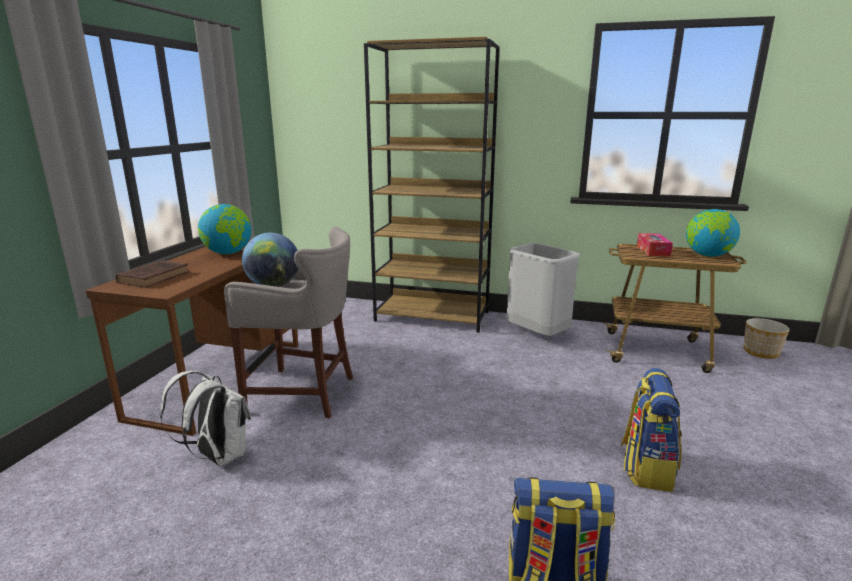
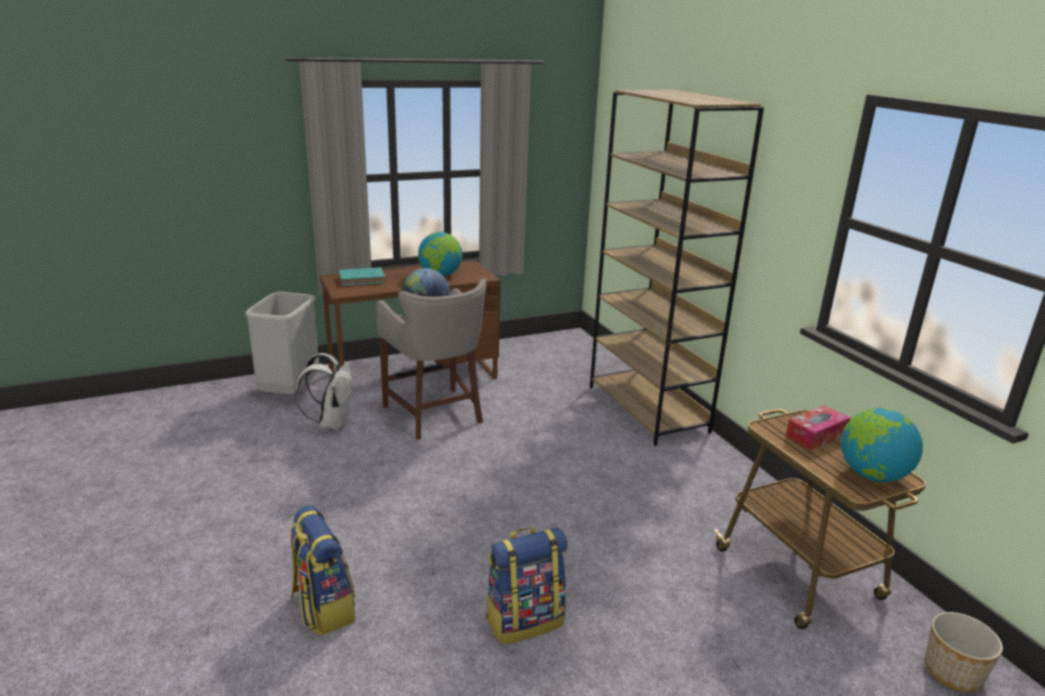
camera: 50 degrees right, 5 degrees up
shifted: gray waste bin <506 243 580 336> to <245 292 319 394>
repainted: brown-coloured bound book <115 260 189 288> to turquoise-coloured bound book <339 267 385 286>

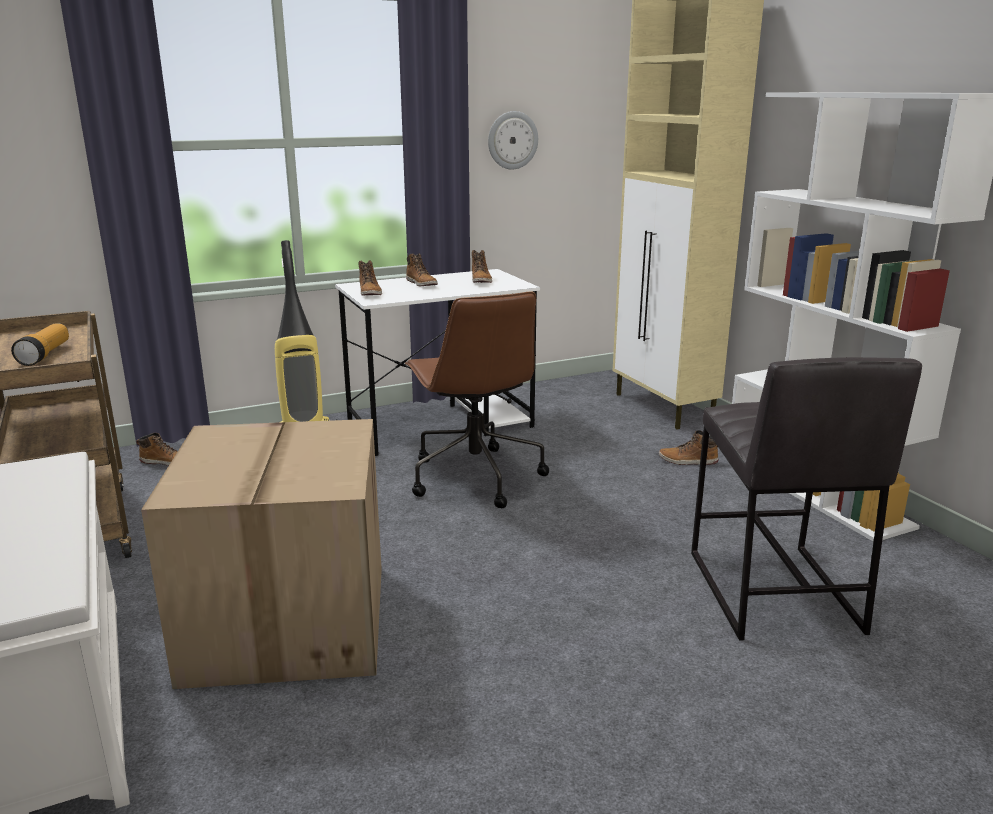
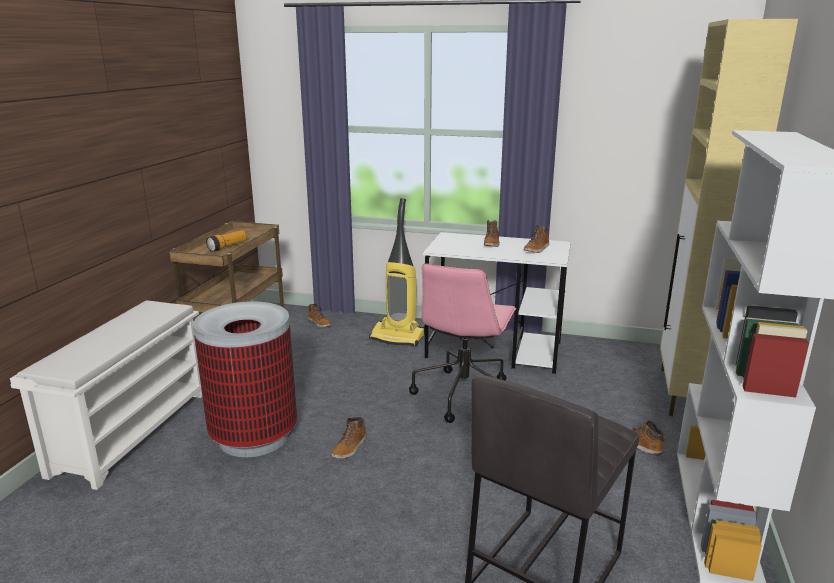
camera: 40 degrees right, 0 degrees up
gone: hanging clock <488 111 538 169>
shifted: tall boot <358 261 382 296> to <331 417 367 459>
swapped: cardboard box <141 419 382 689> to waste bin <193 301 297 457>
repainted: brown-coloured computer chair <405 291 549 508> to pink computer chair <409 263 517 423>

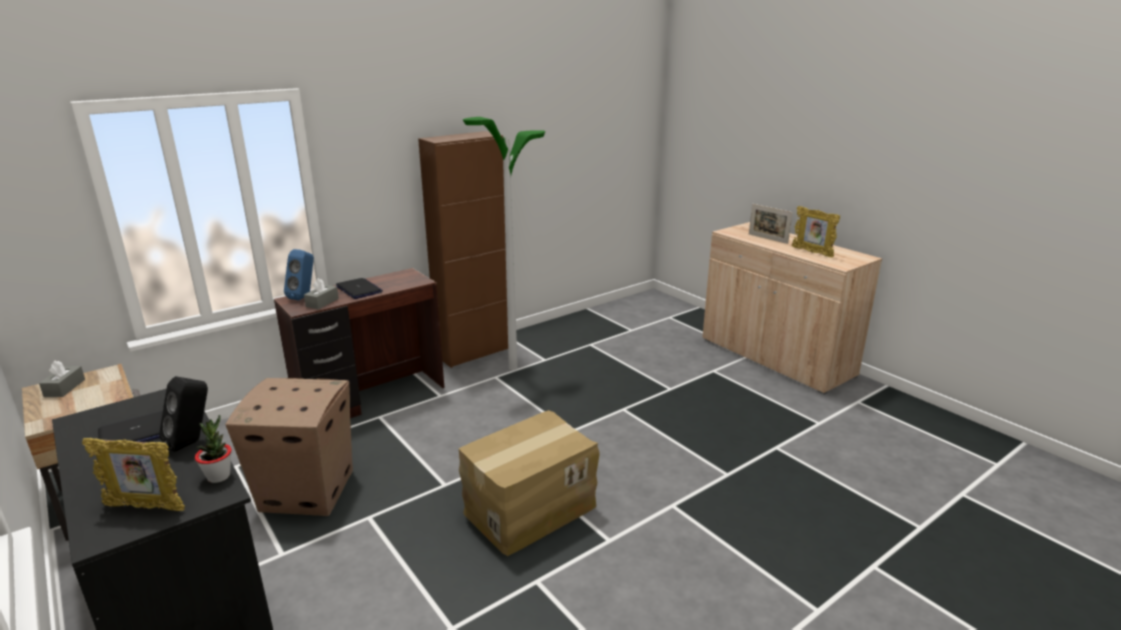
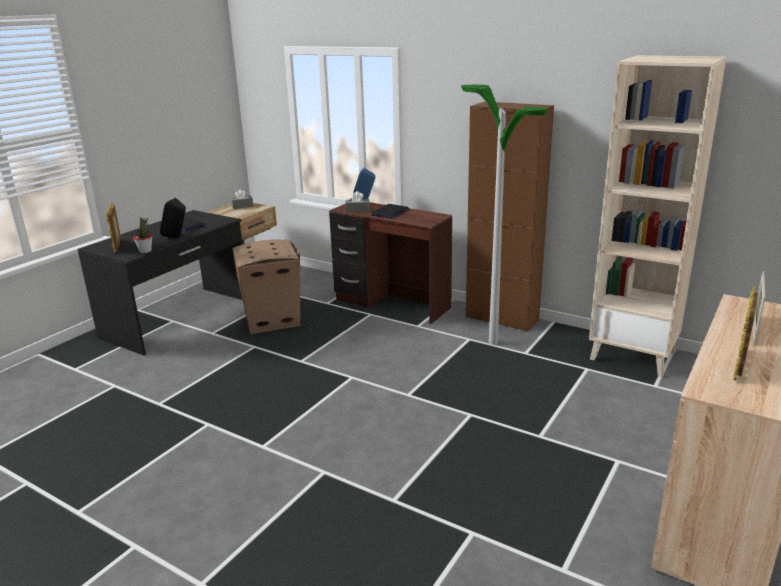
camera: 70 degrees right, 0 degrees up
gone: cardboard box <459 410 600 556>
new: beige-coloured shelving unit <589 55 727 377>

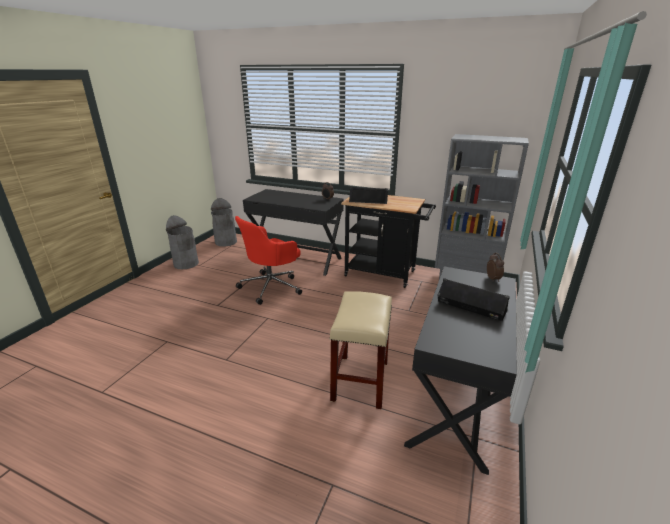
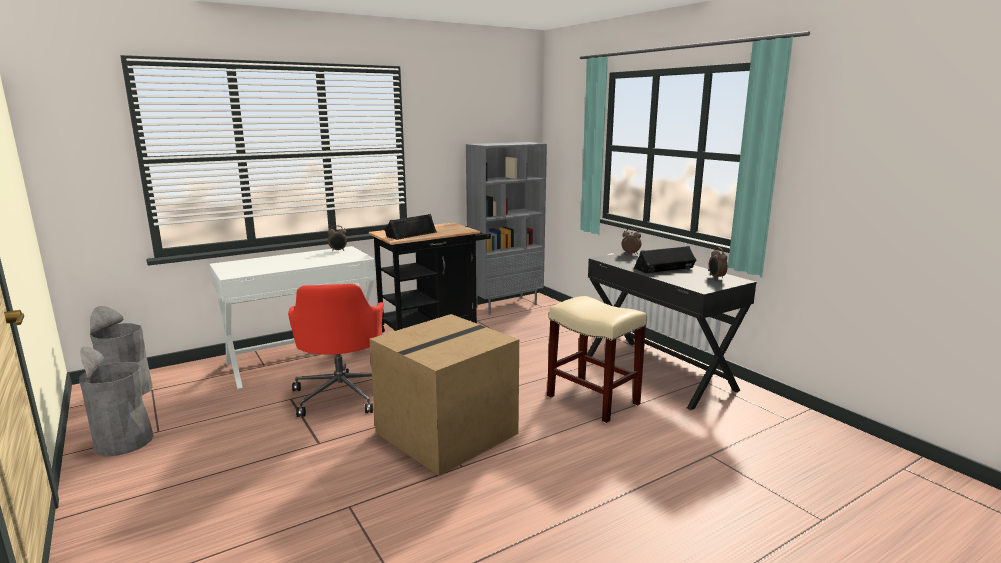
camera: 55 degrees left, 10 degrees down
new: cardboard box <369 314 519 476>; alarm clock <709 248 728 280>
repainted: black desk unit <243 189 344 276> to white desk unit <209 246 376 389>

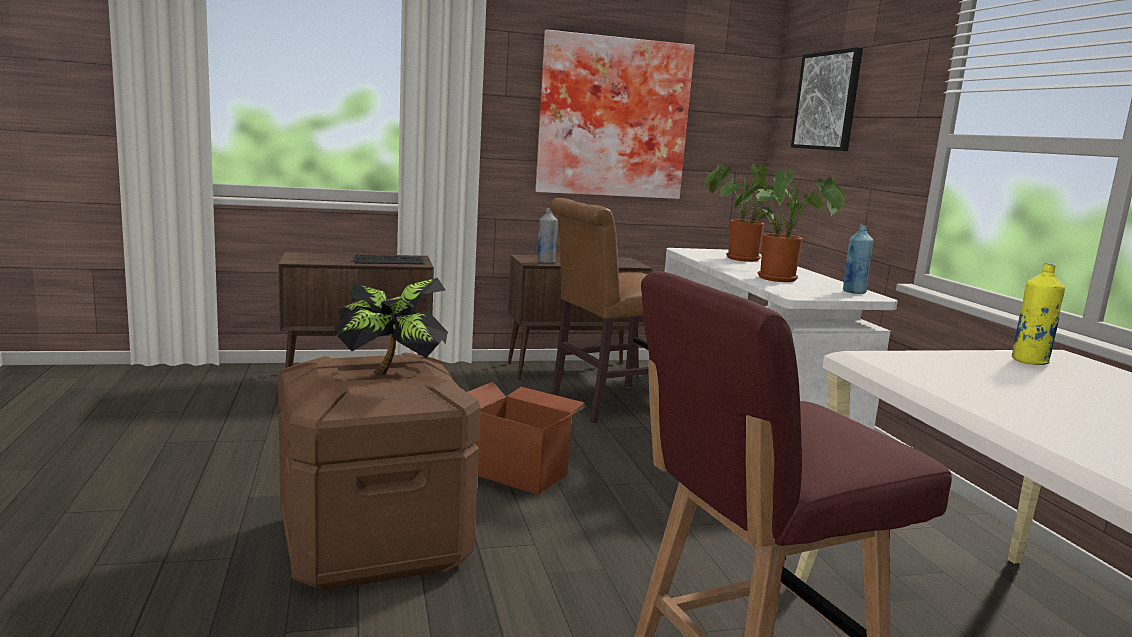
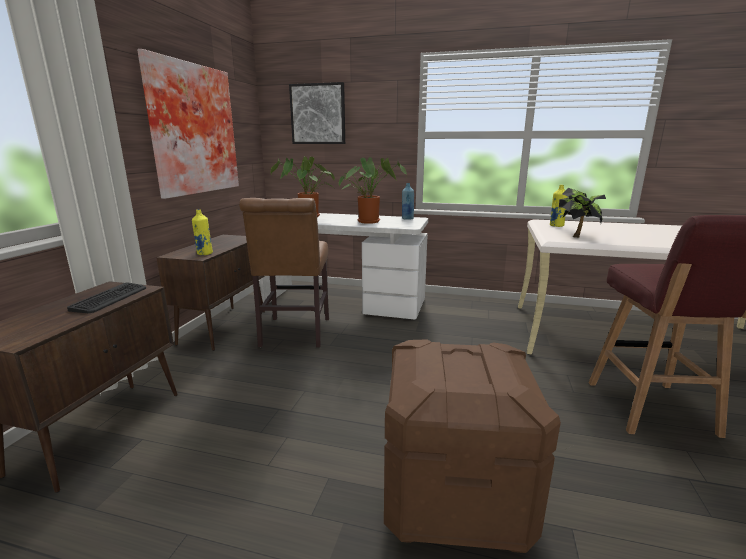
camera: 60 degrees left, 5 degrees up
gone: cardboard box <466 382 588 495>
shifted: houseplant <335 278 448 375> to <559 188 606 238>
repainted: gray bottle <537 208 558 264> to yellow-coloured bottle <192 209 213 255>

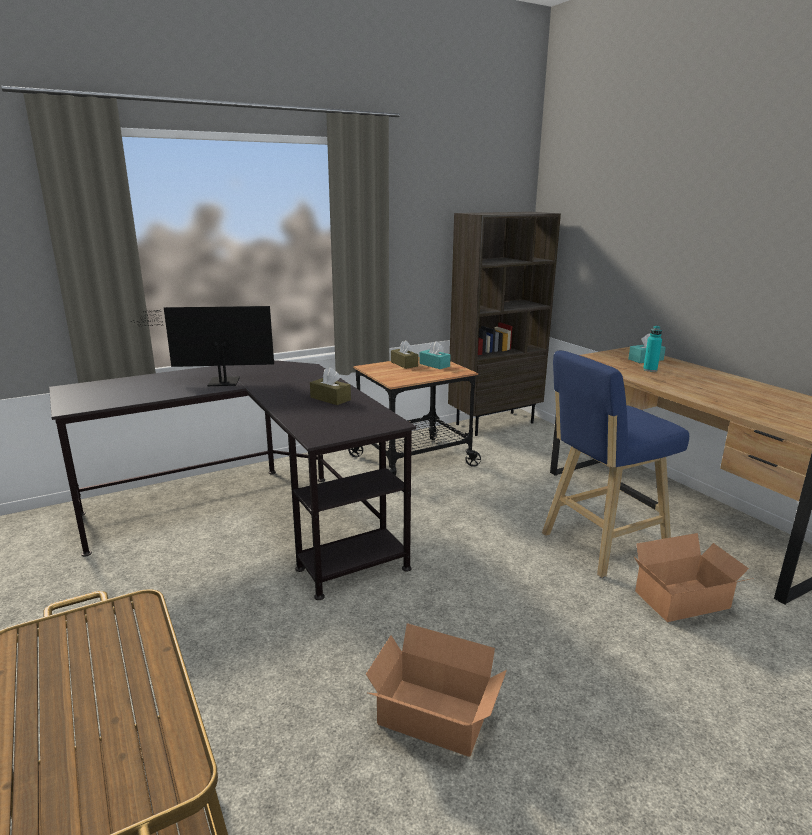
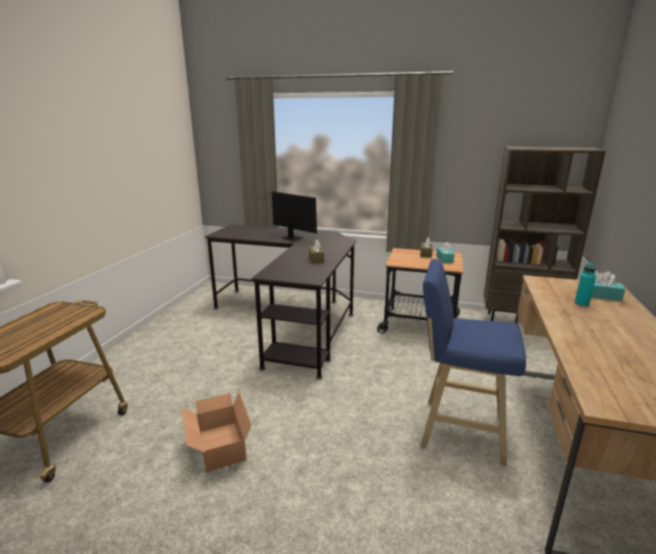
camera: 45 degrees right, 0 degrees up
gone: cardboard box <634 533 754 622>

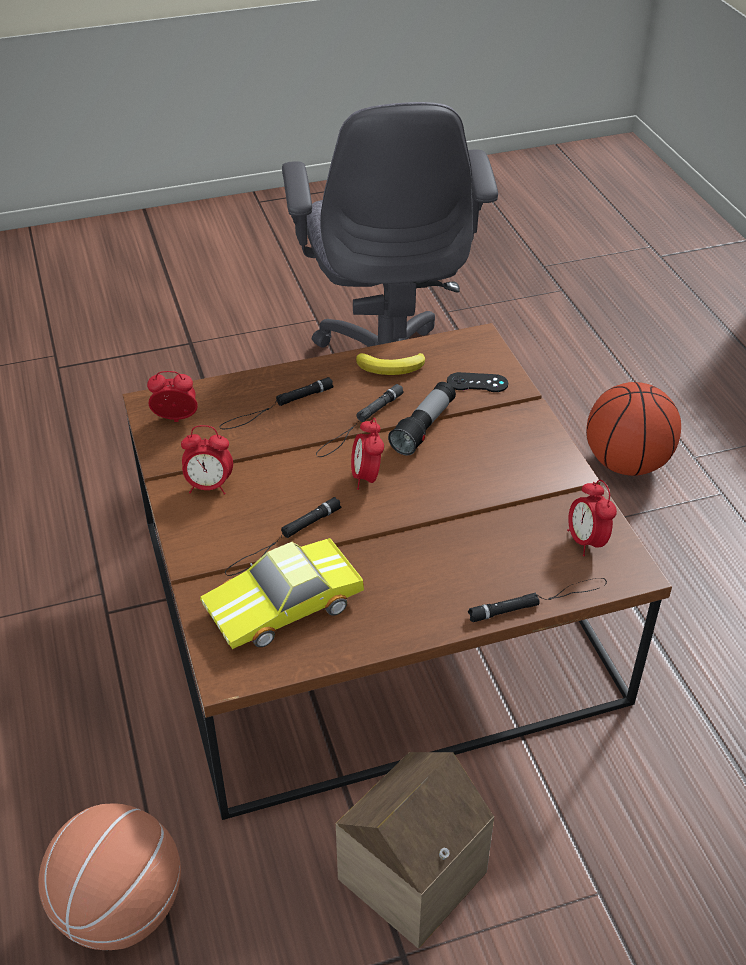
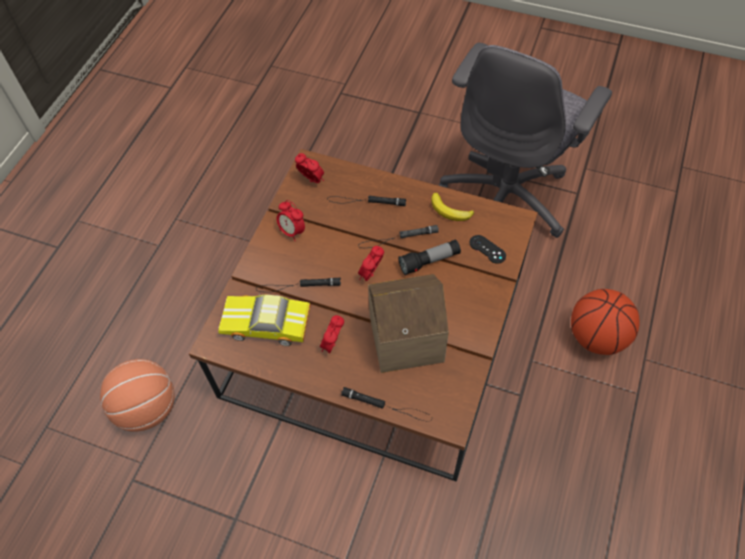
camera: 40 degrees right, 15 degrees up
shifted: miniature house <336 752 494 949> to <368 274 449 373>; alarm clock <567 480 617 556> to <320 315 344 354>

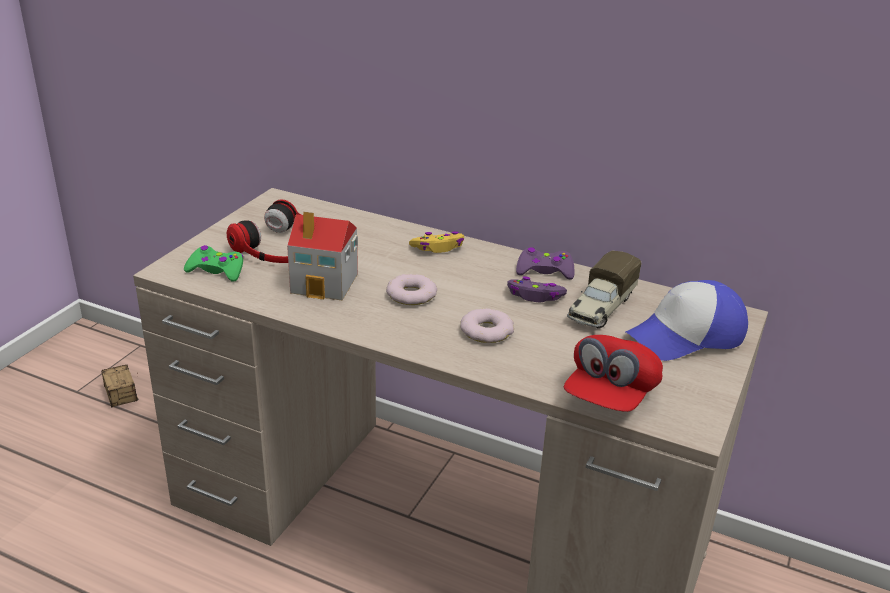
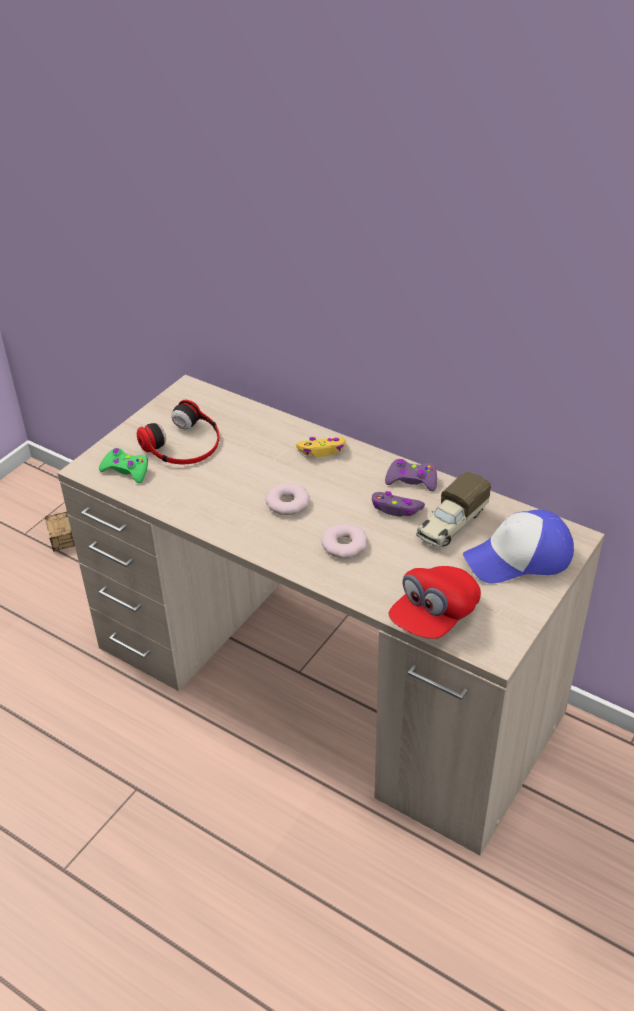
camera: 10 degrees right, 10 degrees up
gone: miniature house <287 212 358 300>

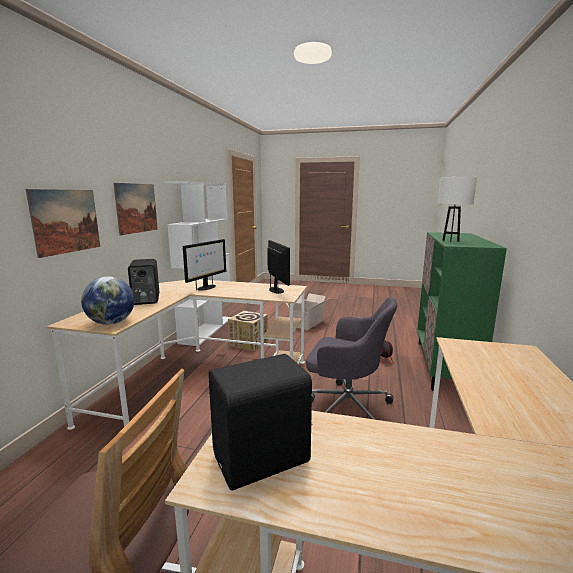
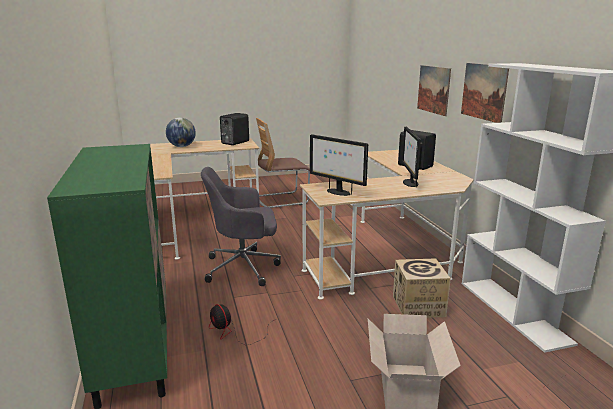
camera: 150 degrees right, 5 degrees up
gone: white lamp for a table <437 177 477 242>
shifted: world globe <81 276 135 325> to <166 118 196 147>

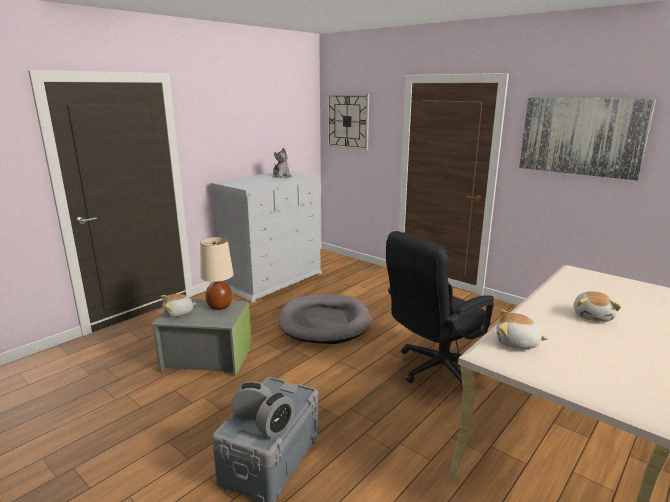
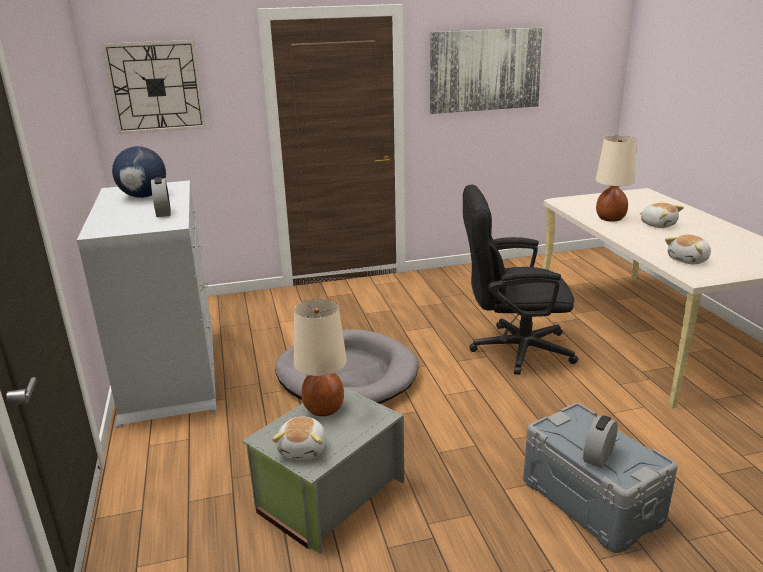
camera: 55 degrees left, 5 degrees up
new: beige-coloured lamp for a table <596 136 637 222>
shifted: alarm clock <256 393 295 438> to <151 177 171 217>
swapped: soft toy <273 148 292 178> to world globe <112 146 166 198>
rotated: black computer chair <386 231 494 392> = <463 184 578 375> 90 degrees clockwise

